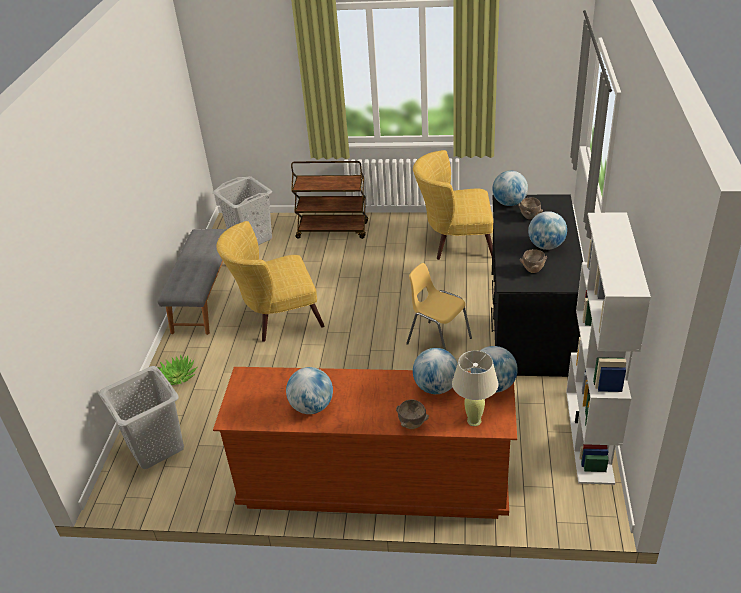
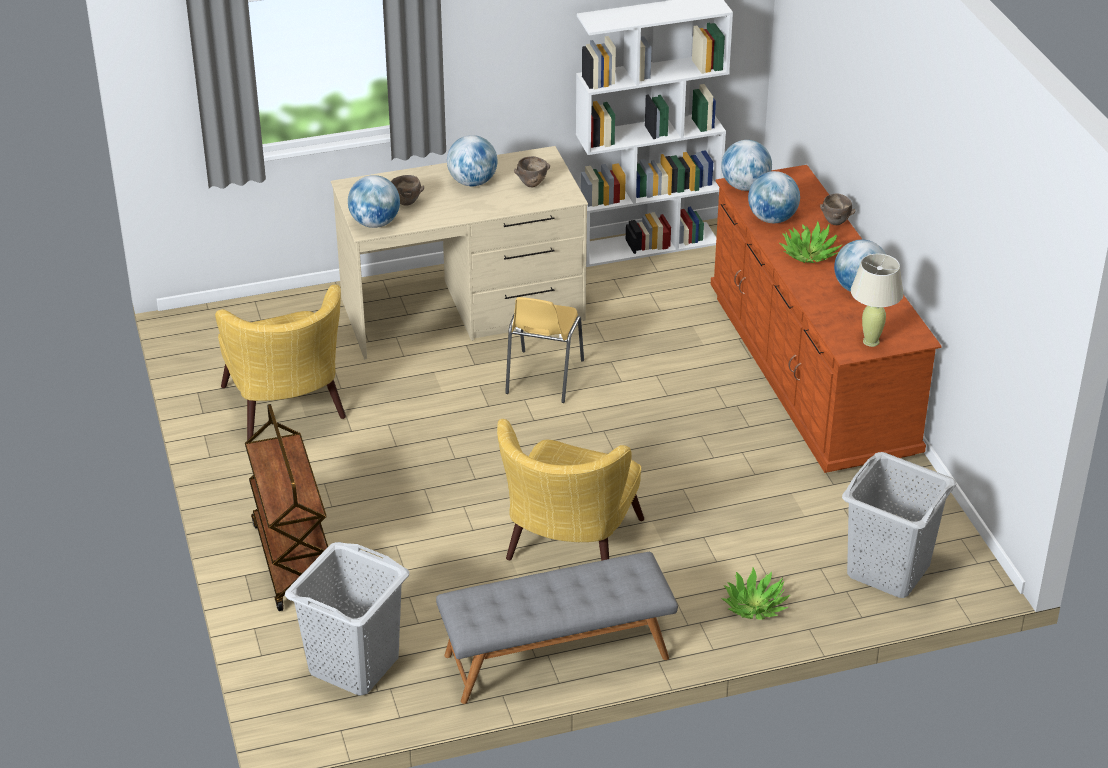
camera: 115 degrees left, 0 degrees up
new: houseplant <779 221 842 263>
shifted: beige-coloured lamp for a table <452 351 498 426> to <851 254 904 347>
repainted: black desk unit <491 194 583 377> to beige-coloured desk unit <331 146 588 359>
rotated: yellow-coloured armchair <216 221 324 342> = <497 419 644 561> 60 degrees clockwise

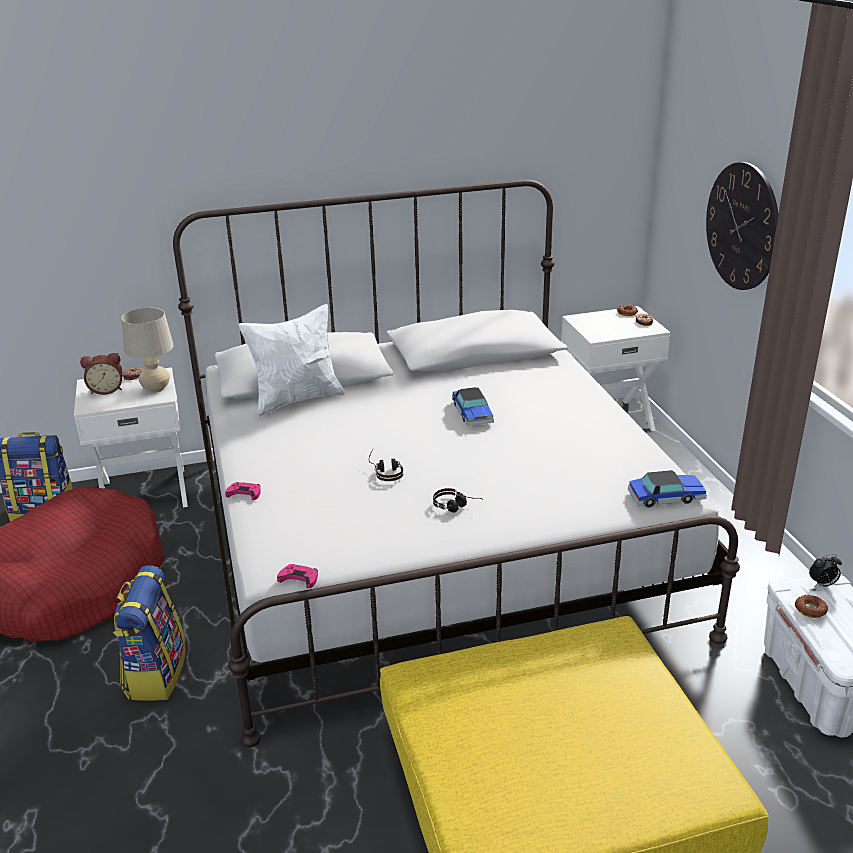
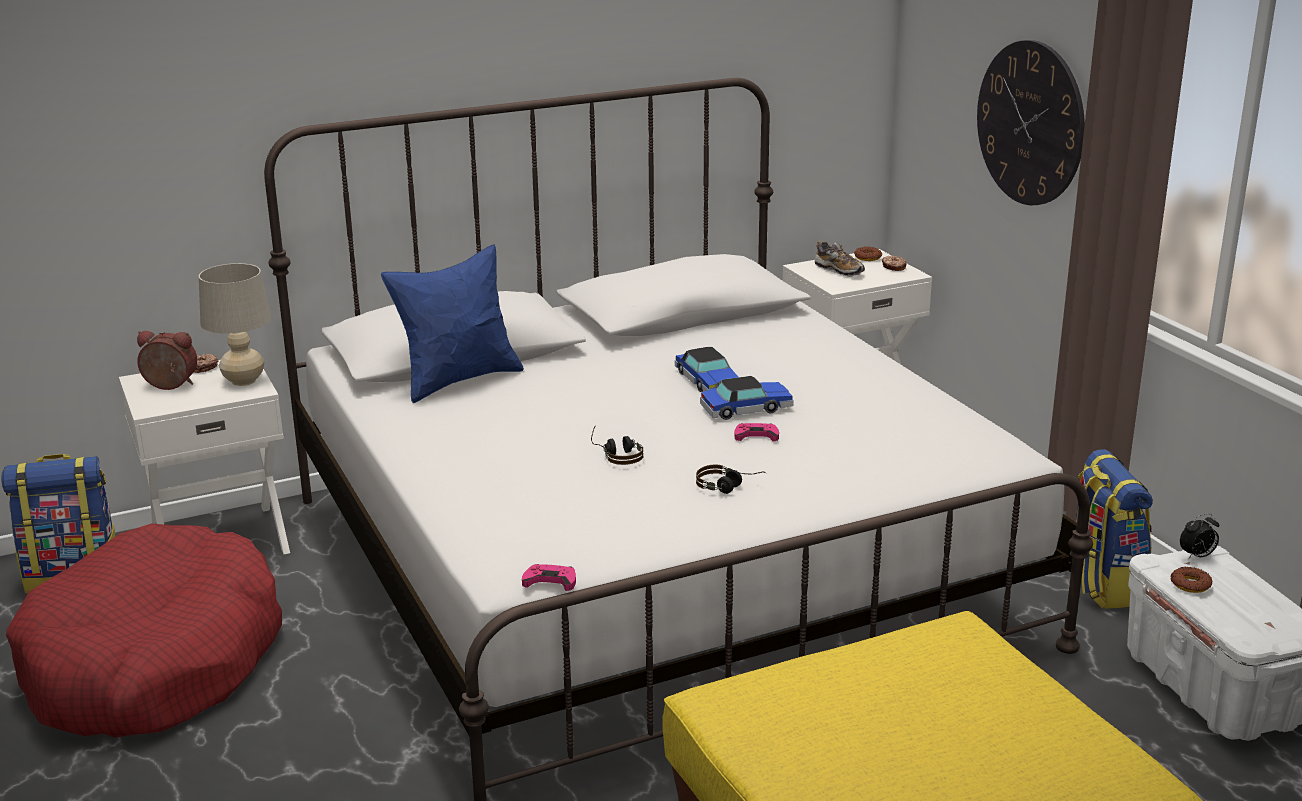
camera: 10 degrees left, 5 degrees down
new: item of footwear <815 241 865 277>
shifted: backpack <113 565 186 701> to <1075 449 1153 609>; pink game controller <225 482 261 500> to <734 423 779 442>; miniature car <628 470 707 507> to <700 376 794 420>
repainted: white cushion <238 304 345 417> to bluish cushion <381 244 524 403>
rotated: alarm clock <80 353 122 395> = <137 331 197 390> 150 degrees counterclockwise

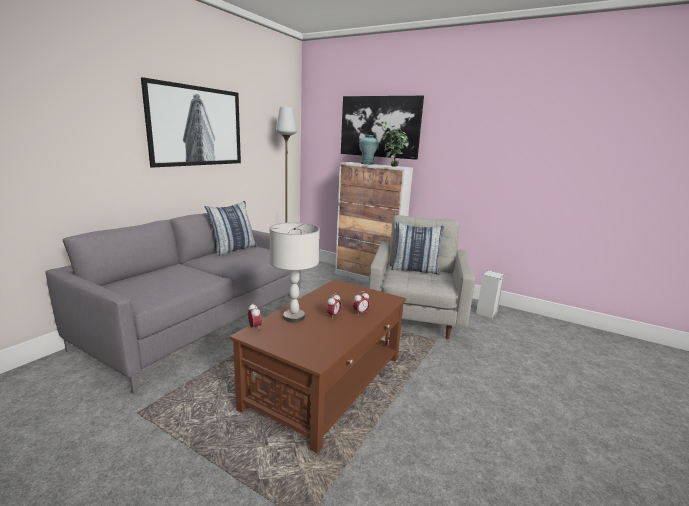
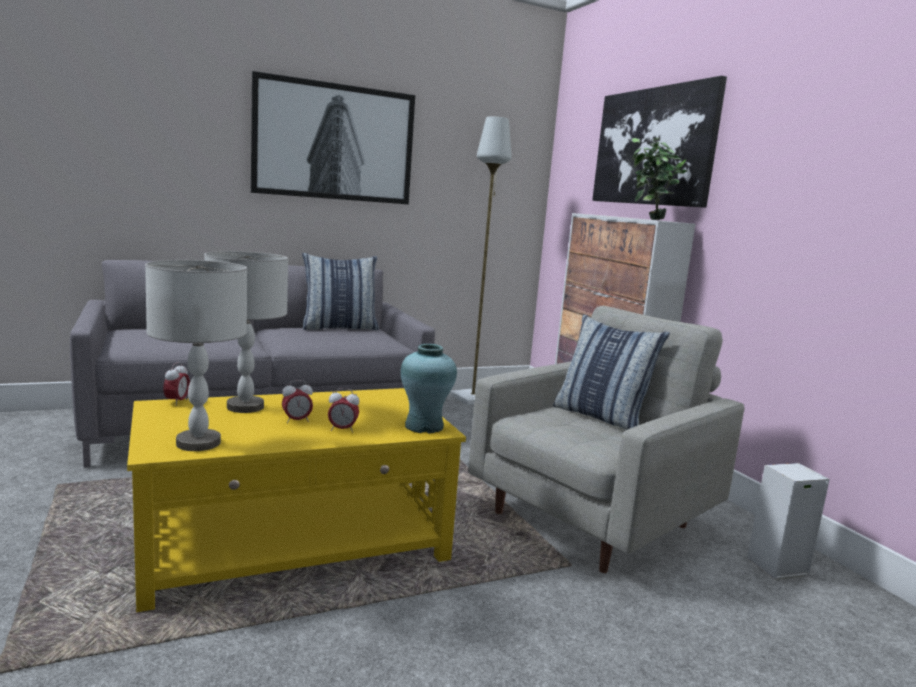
camera: 35 degrees right, 5 degrees down
new: gray lamp for a table <145 260 247 451>
shifted: turquoise-coloured flower vase <359 135 378 165> to <401 344 457 434>
repainted: brown-coloured lounge table <230 279 406 453> to yellow-coloured lounge table <127 388 466 612>

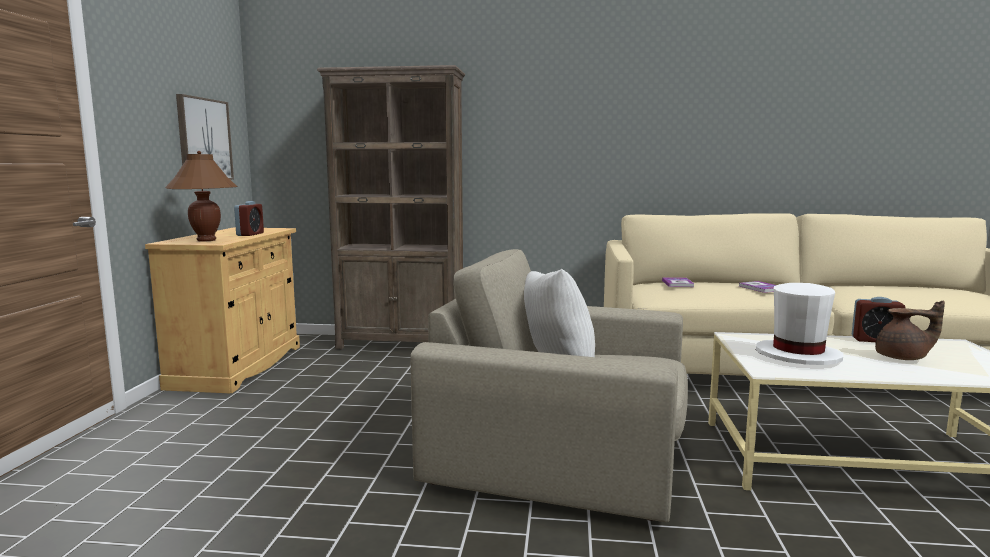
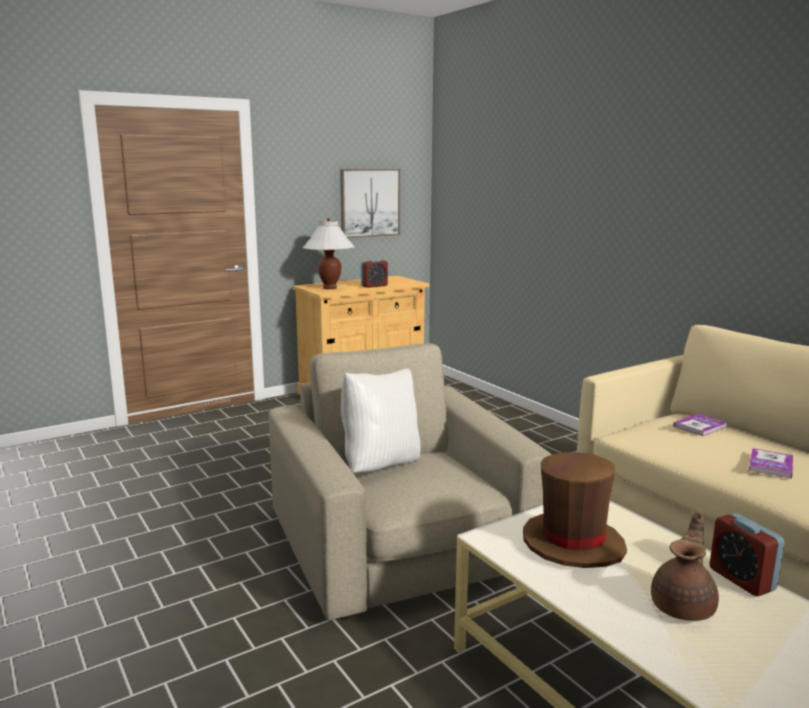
camera: 50 degrees right, 5 degrees up
gone: brown-coloured shelving unit <317 65 465 350>
repainted: brown-coloured lamp for a table <165 151 237 241> to white lamp for a table <303 218 355 289>; white wearable hat <756 283 843 365> to brown-coloured wearable hat <523 452 627 568>
rotated: brown-coloured tea pot <875 301 945 360> = <651 511 719 621> 120 degrees counterclockwise

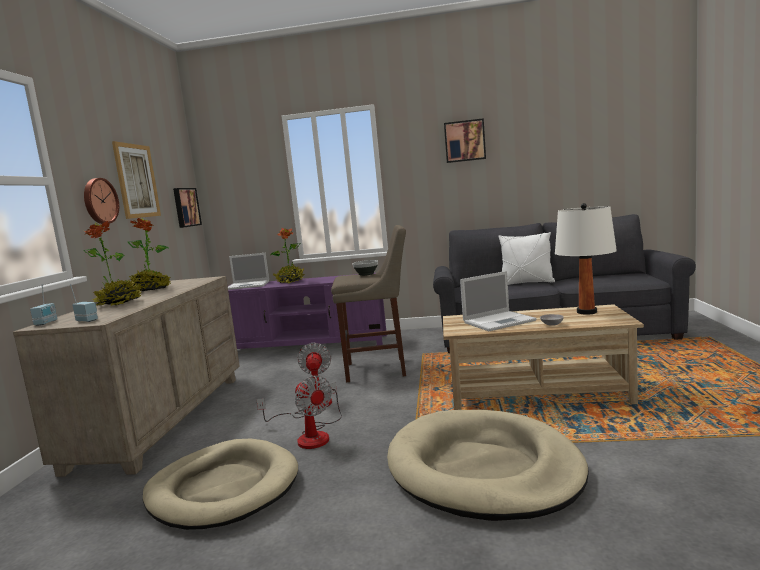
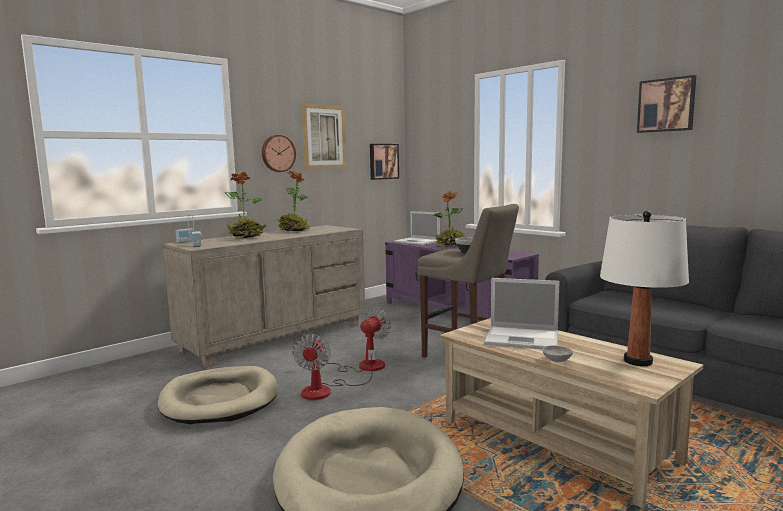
camera: 40 degrees right, 0 degrees up
gone: white cushion <498 232 555 285>

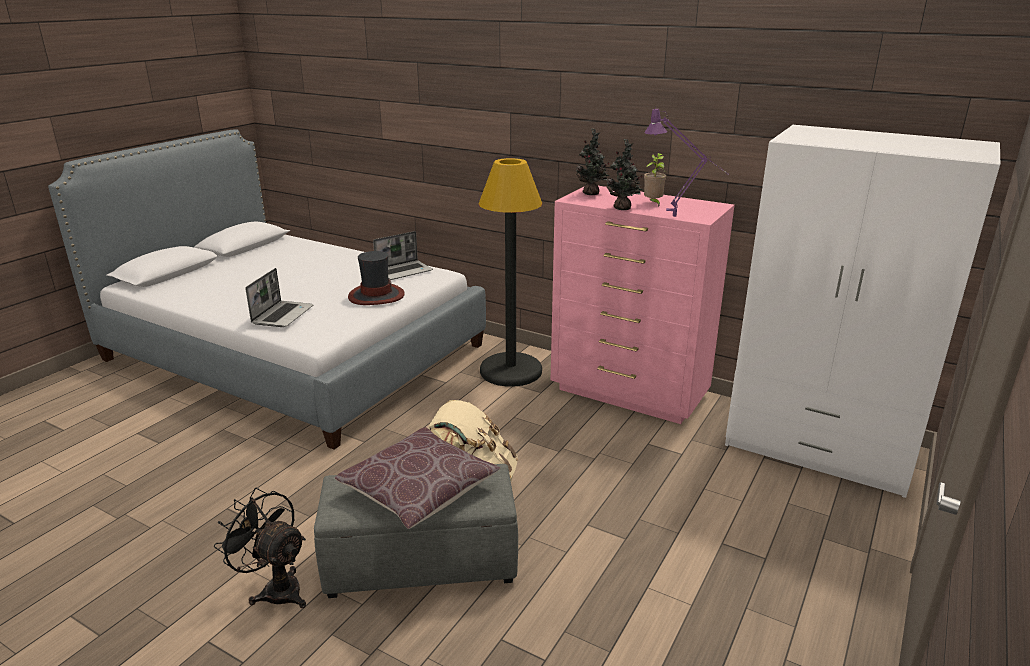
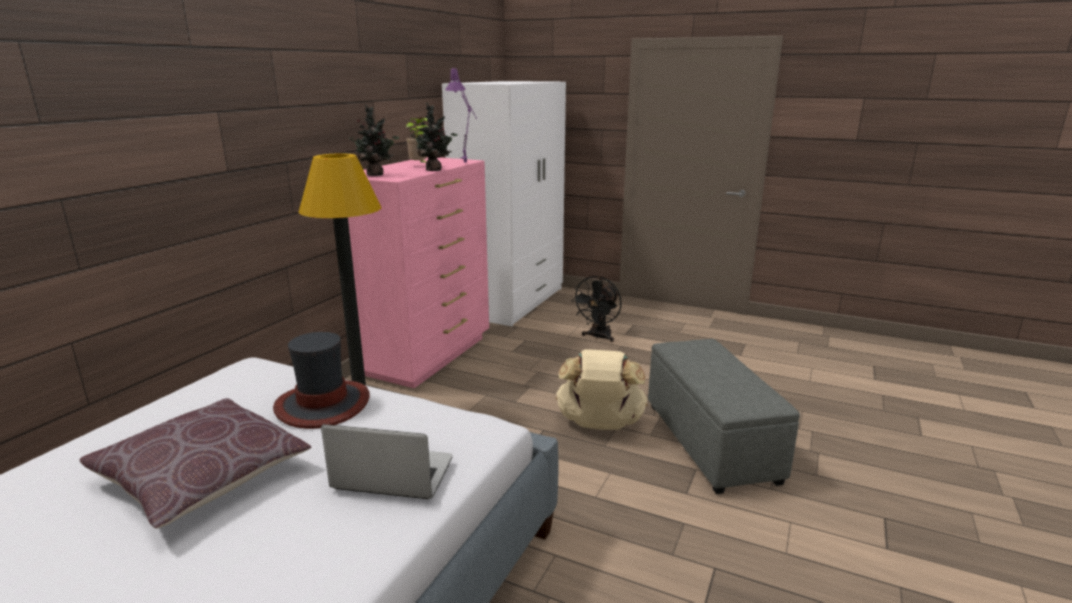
camera: 95 degrees left, 5 degrees down
gone: notebook computer <373 231 433 280>
shifted: black cooling fan <214 488 306 608> to <571 276 622 342>; brown-coloured cushion <335 427 500 529> to <79 398 311 529>

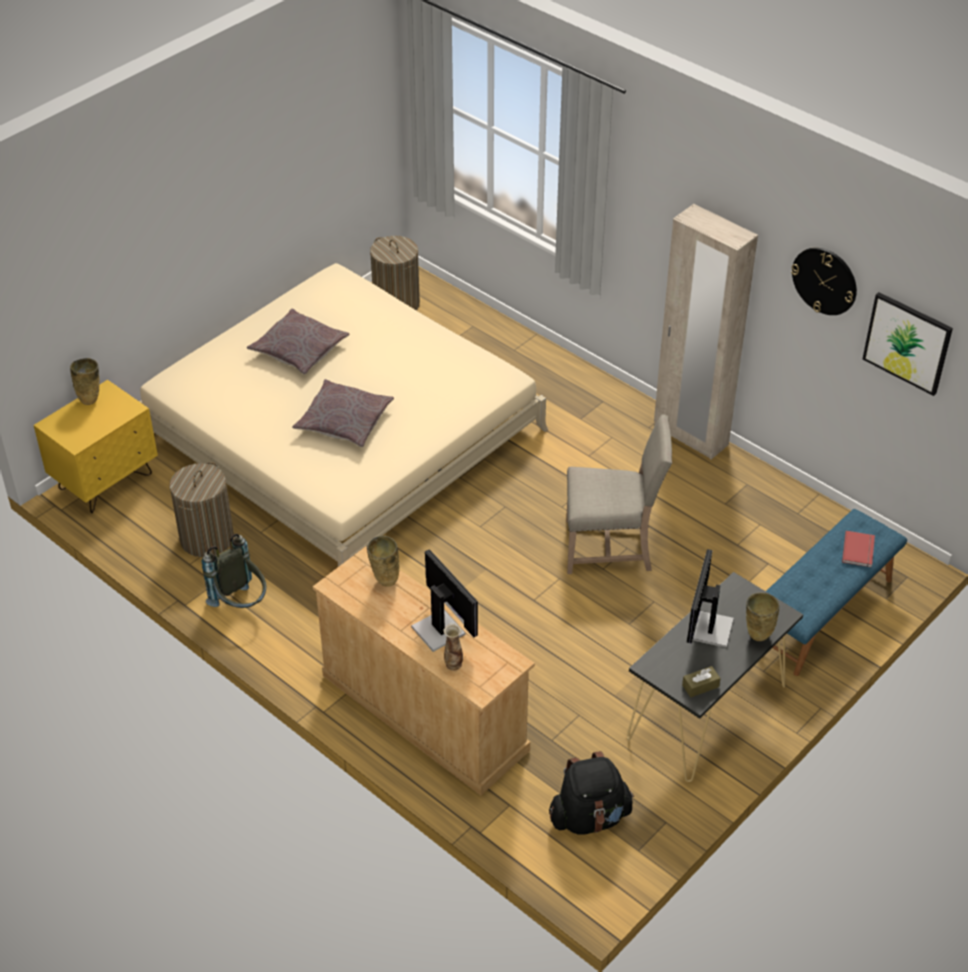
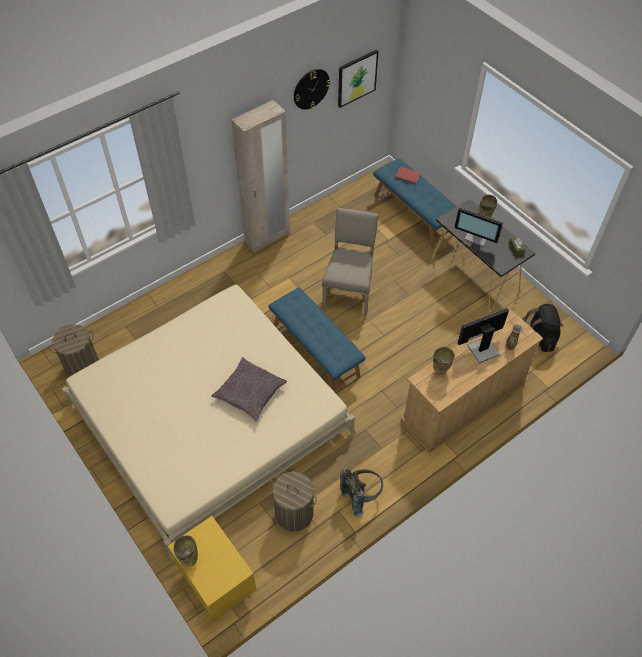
camera: 80 degrees left, 10 degrees up
gone: gray cushion <247 309 349 375>
new: bluish bench <268 287 366 393>

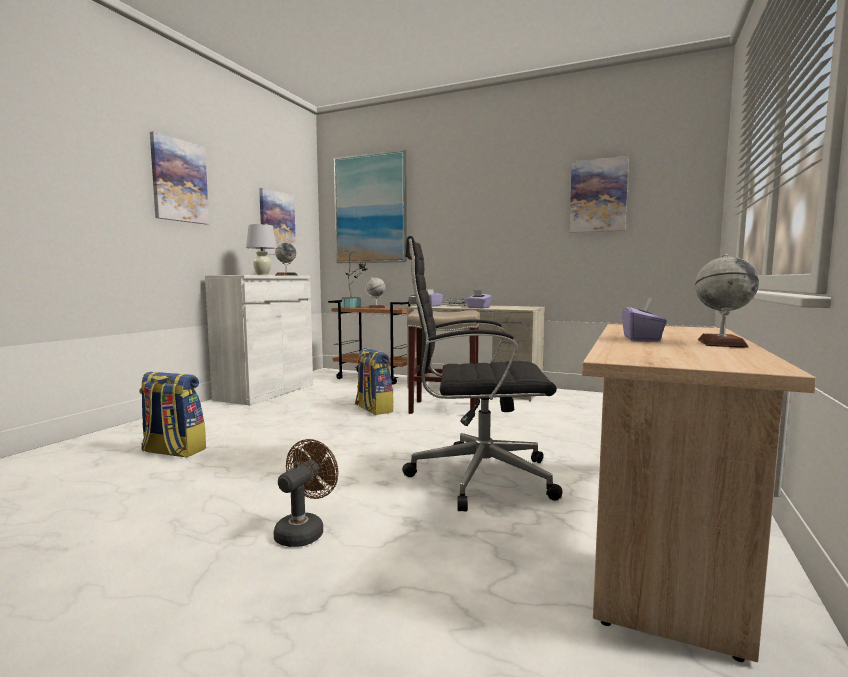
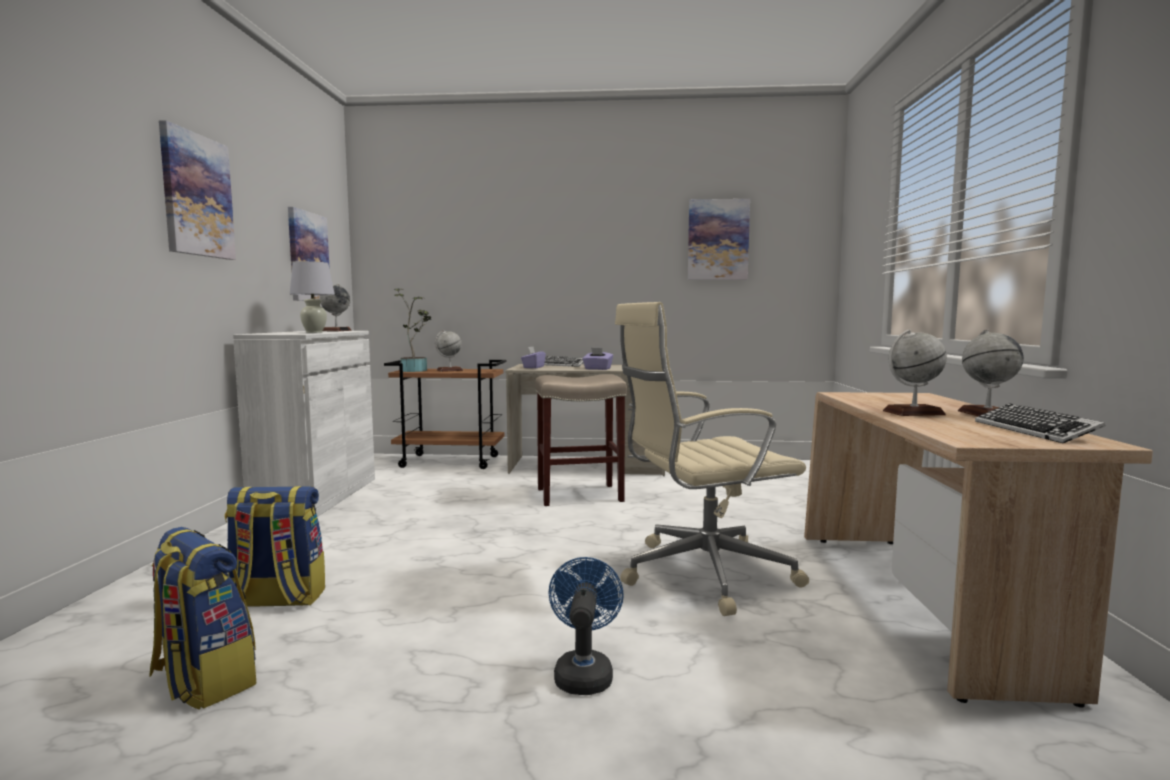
camera: 20 degrees left, 0 degrees up
gone: wall art <334 149 407 263>
new: keyboard <975 403 1106 443>
shifted: backpack <355 348 393 415> to <149 527 256 710>
swapped: purple-coloured tissue holder <622 298 667 342> to world globe <883 329 947 416>
repainted: brown-coloured cooling fan <274 439 339 547> to bluish cooling fan <548 557 624 695>; black computer chair <402 236 562 512> to beige-coloured computer chair <615 302 809 616>

